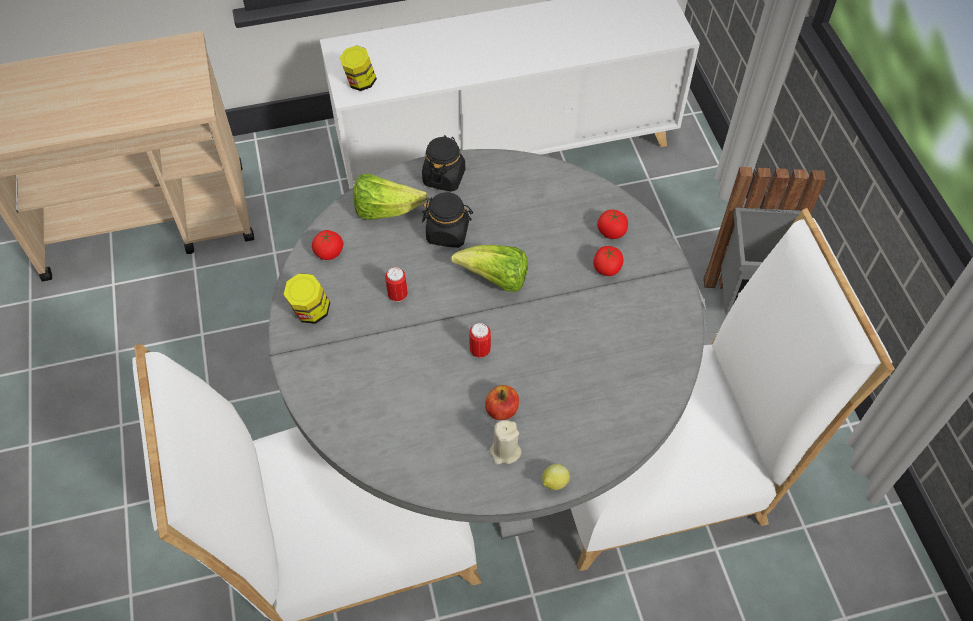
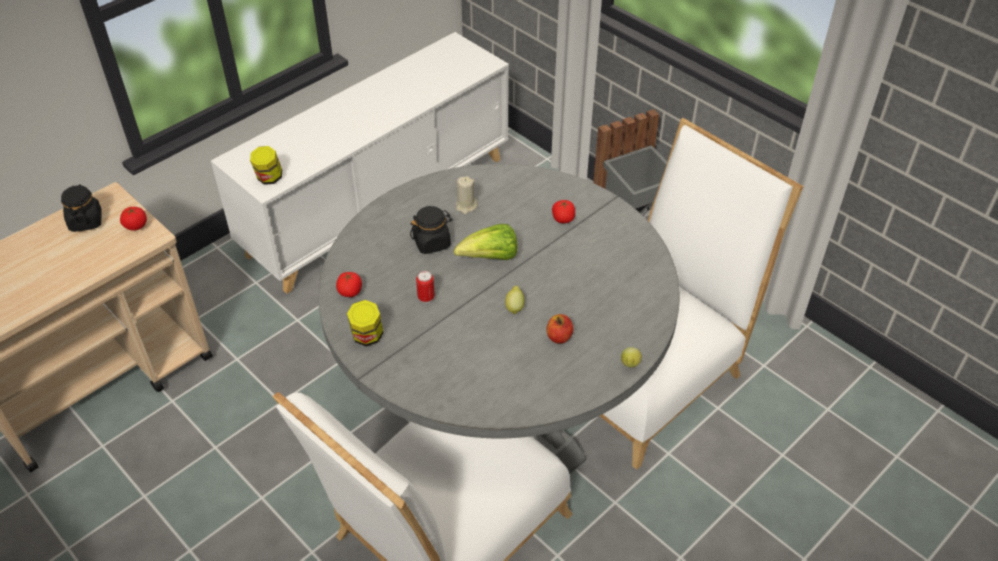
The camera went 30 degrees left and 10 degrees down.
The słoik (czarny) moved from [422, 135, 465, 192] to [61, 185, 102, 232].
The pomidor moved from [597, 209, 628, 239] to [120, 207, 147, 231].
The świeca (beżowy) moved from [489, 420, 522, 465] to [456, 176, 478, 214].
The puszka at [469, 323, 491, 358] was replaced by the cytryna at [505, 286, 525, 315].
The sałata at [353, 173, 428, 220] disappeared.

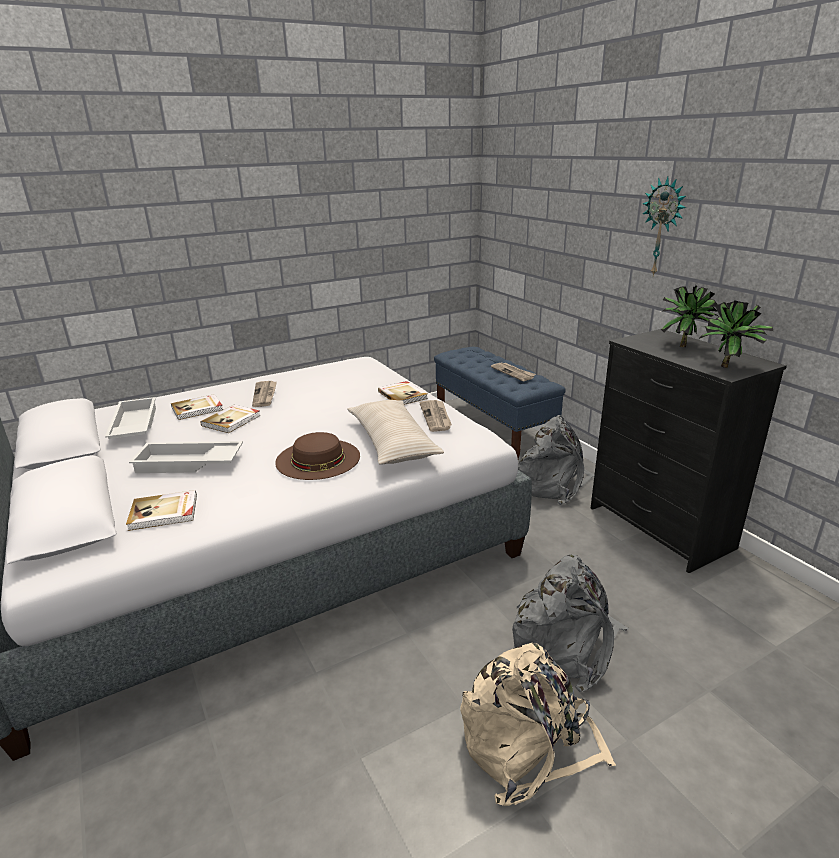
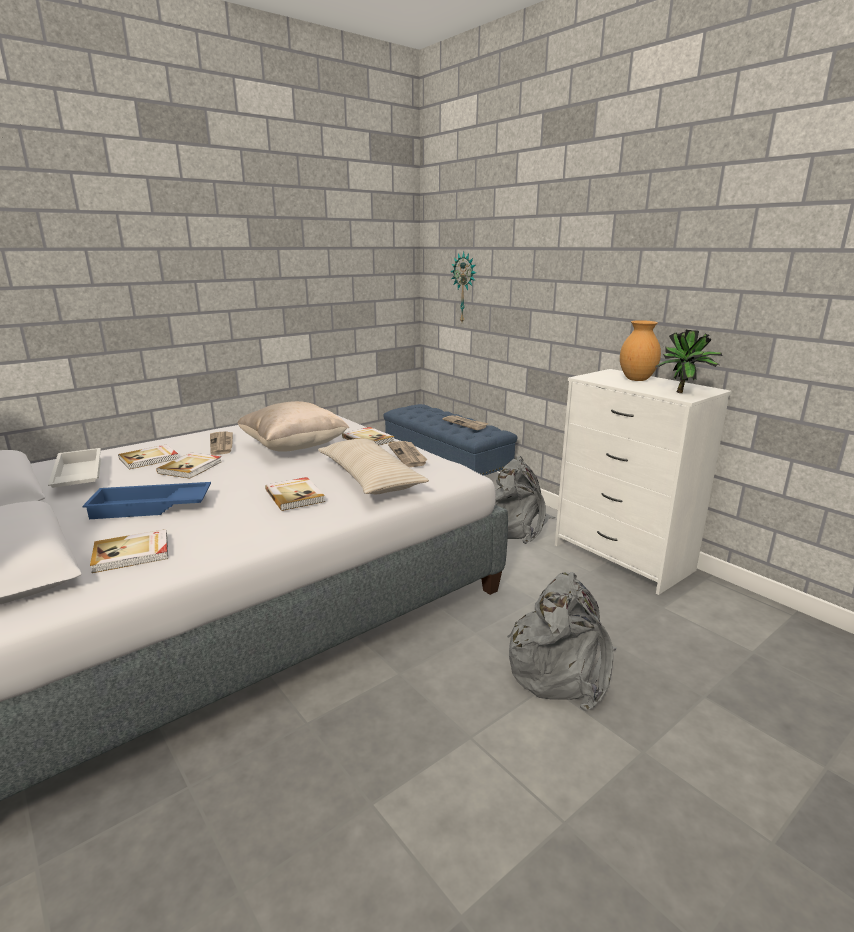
The camera went 10 degrees left and 5 degrees down.
The taca (biały) at [129, 441, 243, 473] became the taca (niebieski) at [82, 482, 211, 519].
The poduszka (beżowy) at [237, 401, 349, 452] appeared.
The kapelusz (brązowy) at [275, 432, 360, 480] was replaced by the książka at [265, 477, 325, 511].
The zegar ścienny moved from [642, 177, 686, 277] to [450, 252, 476, 322].
The komoda (czarny) at [591, 329, 787, 573] became the komoda (biały) at [555, 369, 732, 595].
The roślina doniczkowa at [661, 285, 718, 347] was replaced by the wazon (brązowy) at [620, 320, 661, 381].
The plecak (beżowy) at [460, 643, 616, 806] disappeared.

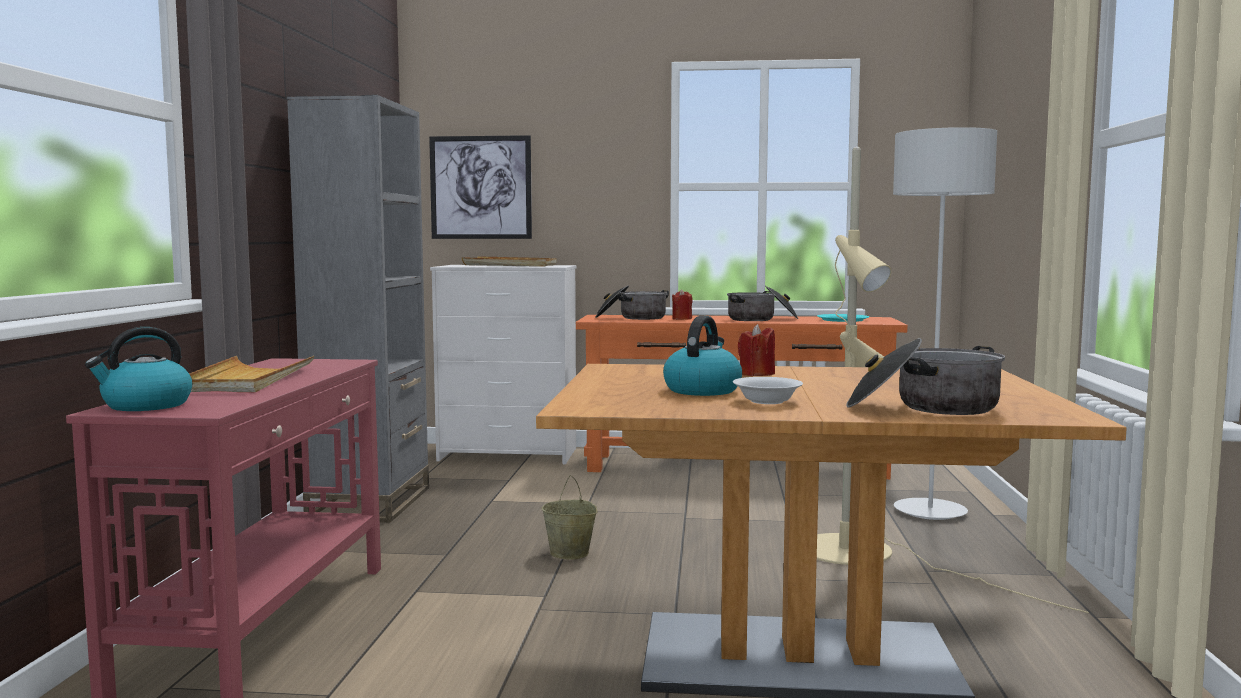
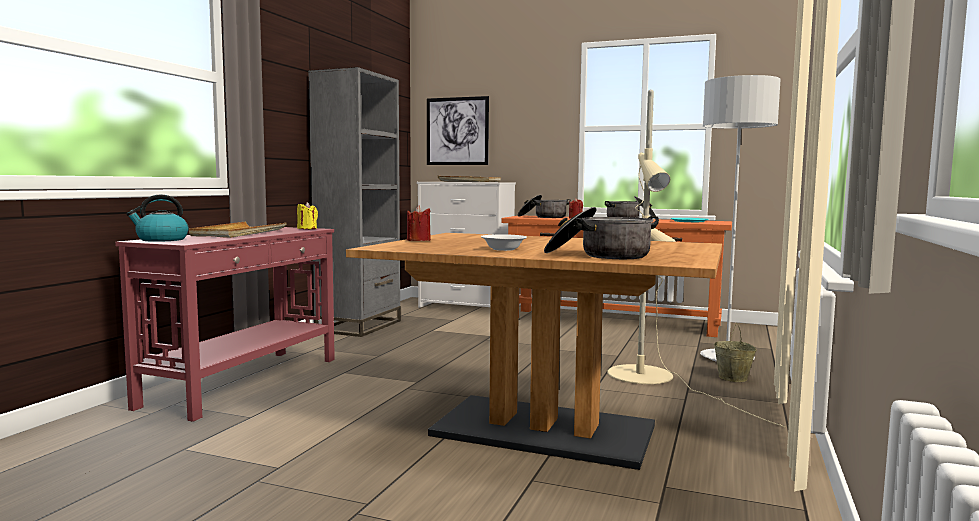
The camera went 15 degrees right and 0 degrees up.
The świeca (żółty) at [297, 202, 318, 229] appeared.
The świeca (czerwony) moved from [738, 324, 775, 376] to [407, 205, 431, 241].
The wiadro (beżowy) moved from [541, 475, 598, 560] to [714, 323, 757, 382].
The czajnik at [663, 316, 742, 396] disappeared.

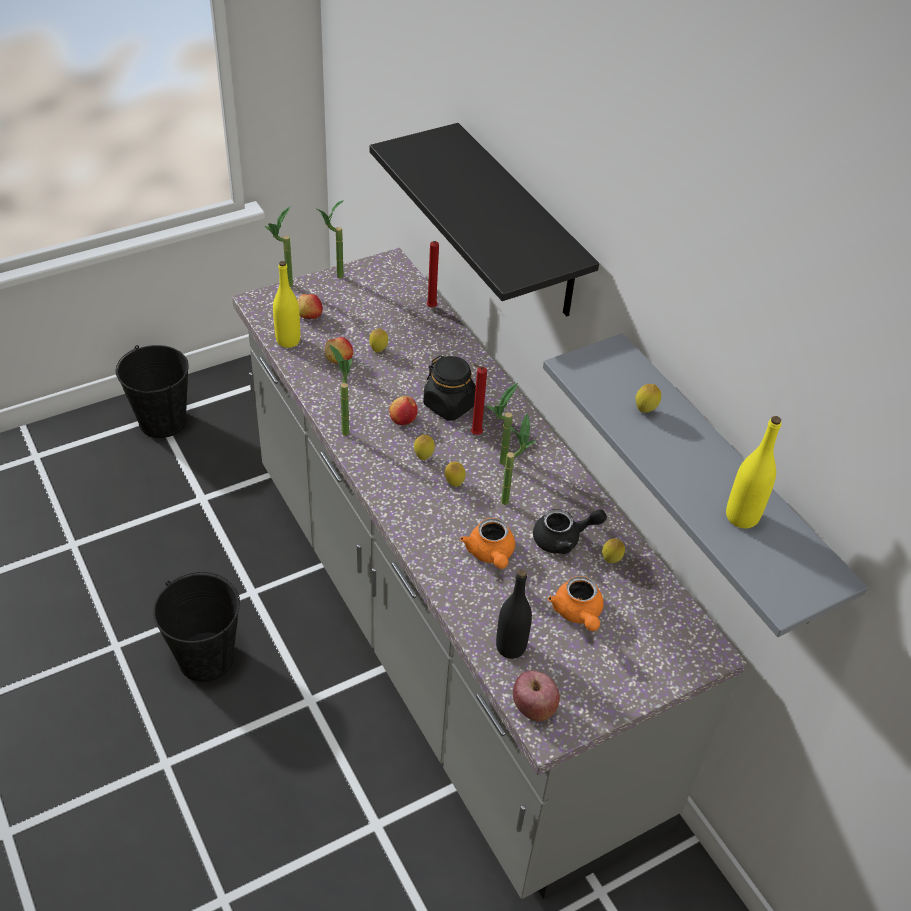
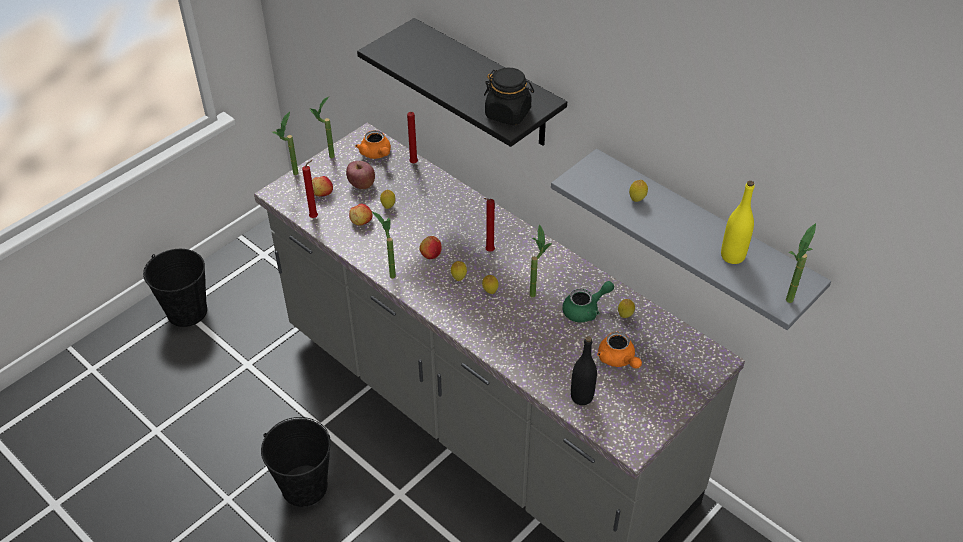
The camera went 15 degrees left and 0 degrees up.
The butelka (żółty) at [273, 261, 300, 348] was replaced by the świeca (czerwony) at [302, 160, 318, 218].
The jabłko moved from [513, 671, 560, 721] to [346, 161, 375, 189].
The imbryk (pomarańczowy) moved from [460, 518, 515, 569] to [355, 130, 391, 159].
The słoik (czarny) moved from [423, 355, 476, 421] to [484, 68, 534, 125].
The imbryk (czarny) at [533, 509, 607, 554] became the imbryk (zielony) at [562, 281, 614, 322].
The roślina doniczkowa moved from [487, 383, 518, 465] to [786, 223, 816, 303].

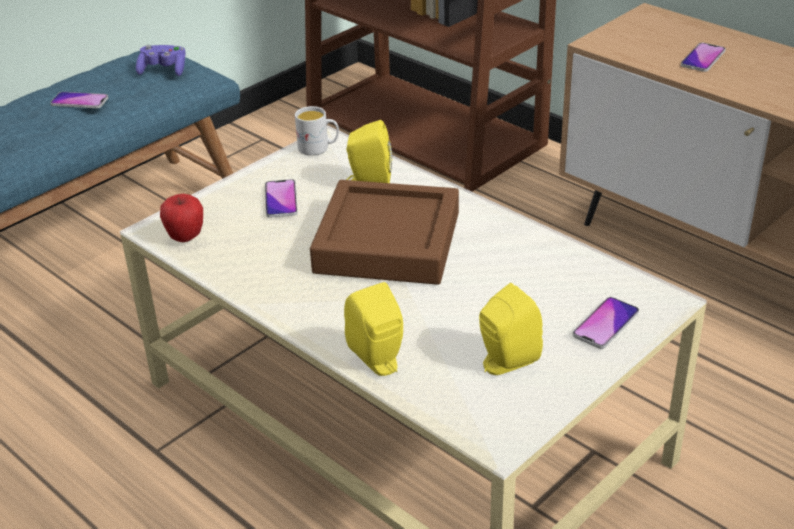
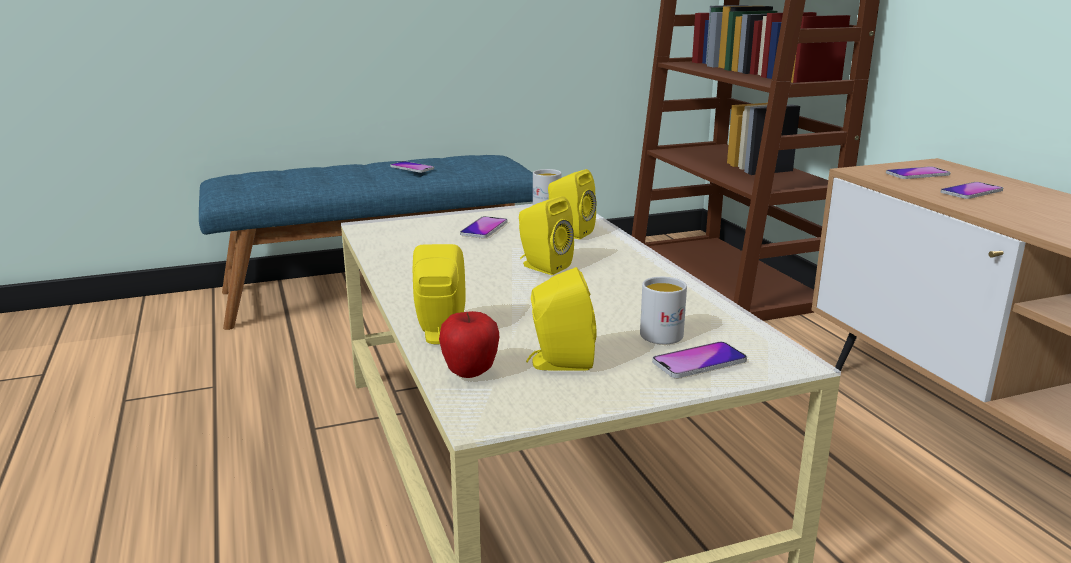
The camera went 25 degrees right and 15 degrees down.
The jabłko moved from [160, 194, 203, 242] to [439, 311, 499, 378].
The taca (brązowy) at [310, 180, 459, 285] was replaced by the głośnik (żółty) at [519, 196, 574, 275].
The kubek (biały) at [640, 277, 687, 344] appeared.
The telefon at [886, 166, 951, 179] appeared.
The pad do gier (fioletowy) at [136, 45, 186, 76] disappeared.

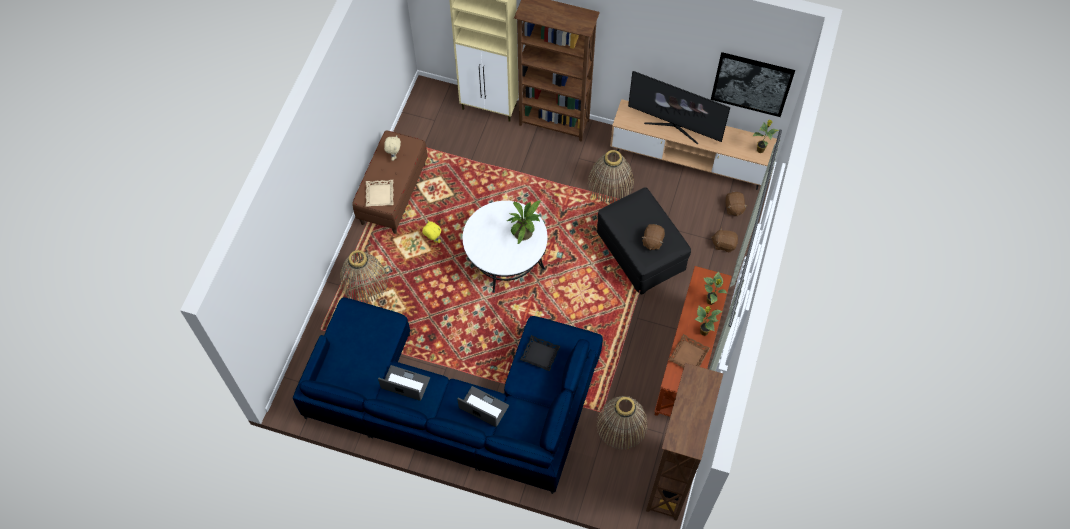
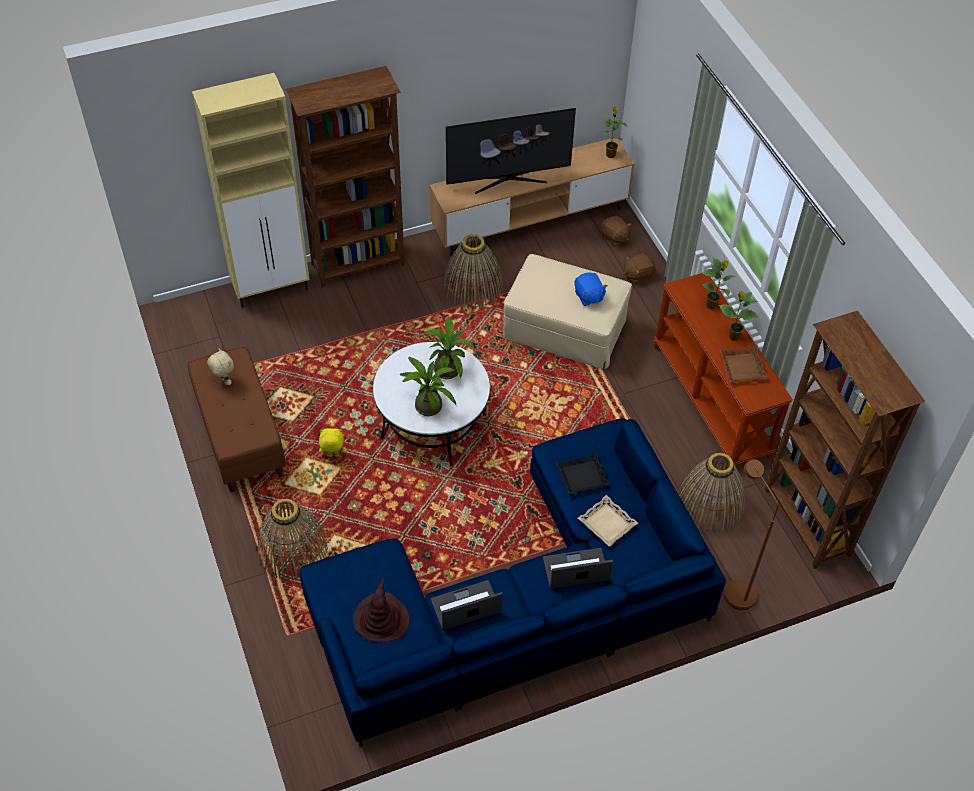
The camera went 40 degrees left and 10 degrees down.
The kapelusz (brązowy) at [353, 578, 410, 642] appeared.
The roślina doniczkowa at [400, 357, 456, 416] appeared.
The pufa (czarny) at [597, 187, 691, 294] became the pufa (beżowy) at [503, 254, 632, 369].
The pluszak (brązowy) at [642, 224, 665, 250] became the pluszak (niebieski) at [574, 273, 607, 306].
The taca (beżowy) moved from [366, 180, 394, 207] to [578, 495, 638, 547].
The lampa stojąca (brązowy) at [724, 459, 779, 610] appeared.
The obraz at [711, 52, 795, 117] disappeared.

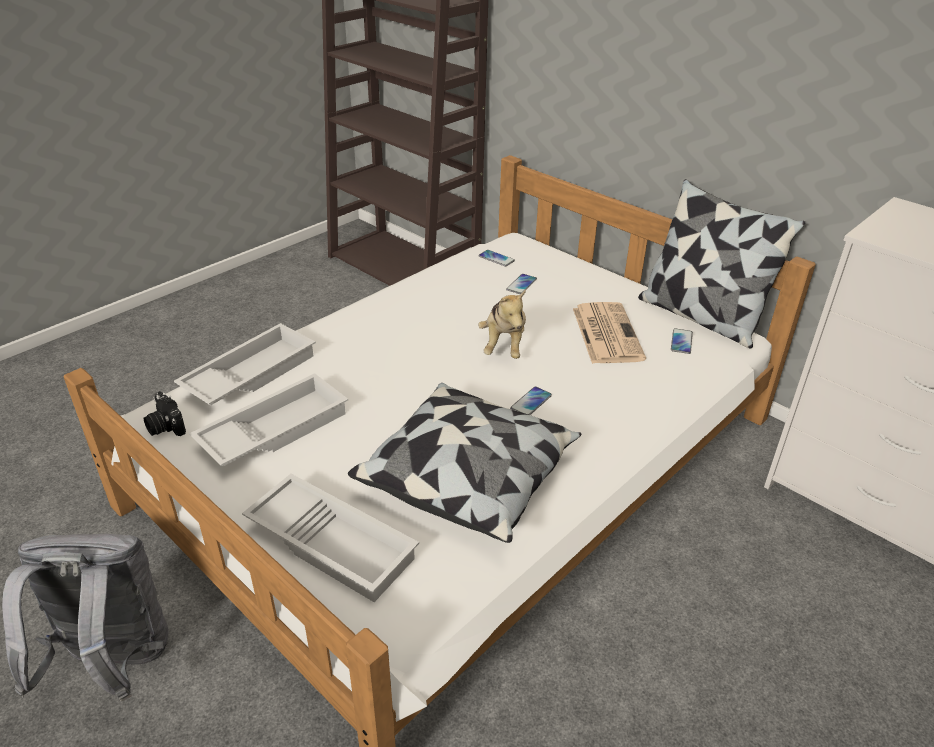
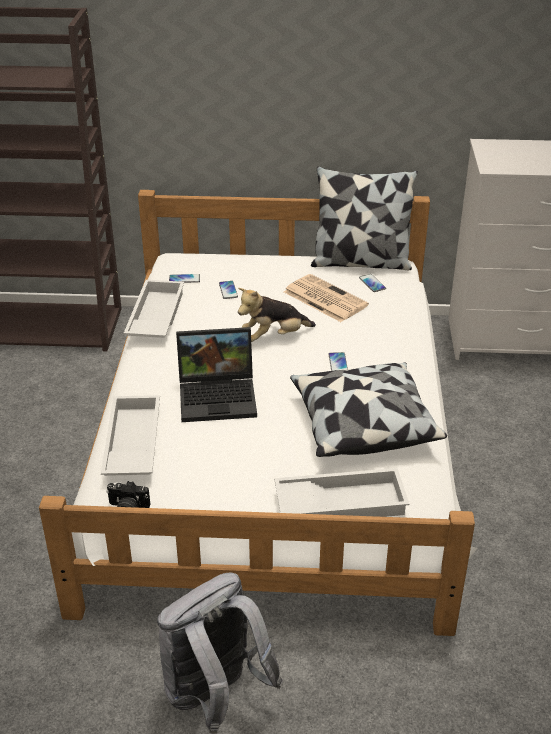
The camera went 40 degrees left and 0 degrees up.
The taca (biały) moved from [189, 373, 348, 466] to [124, 280, 184, 338].
The laptop at [176, 327, 257, 422] appeared.
The pluszak at [478, 289, 526, 359] turned 105 degrees clockwise.

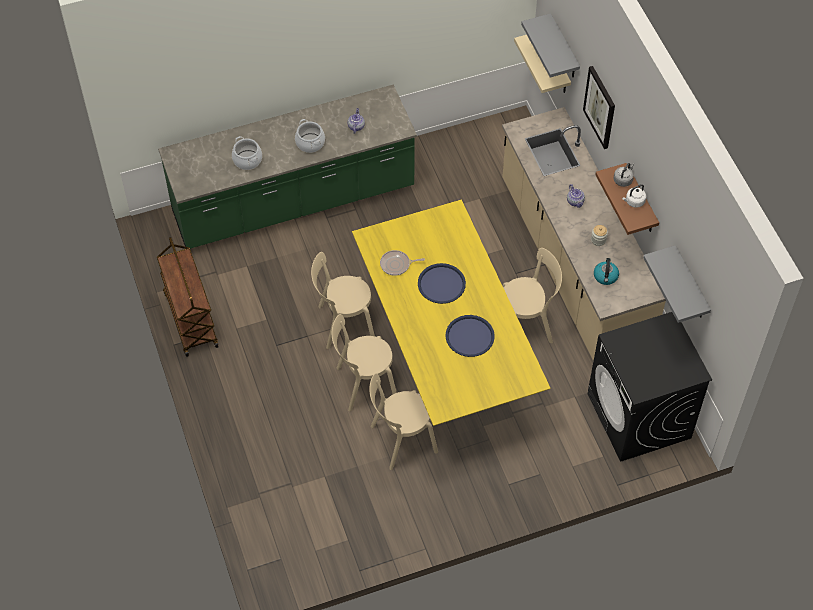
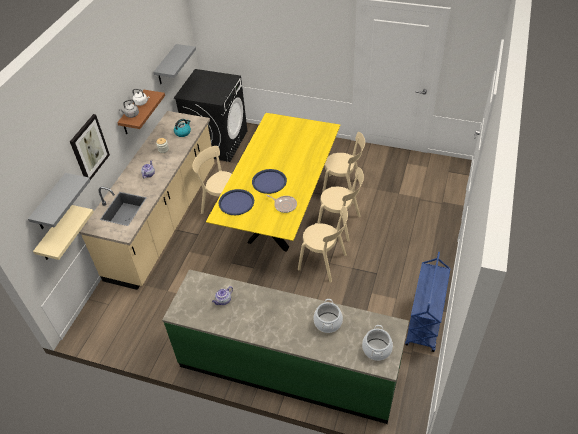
The camera went 140 degrees left and 10 degrees down.
The taca (niebieski) moved from [445, 315, 495, 357] to [219, 189, 254, 215].
The garnek moved from [295, 119, 325, 153] to [362, 325, 393, 361].
The wózek (brązowy) at [157, 237, 218, 357] became the wózek (niebieski) at [405, 252, 450, 352].

